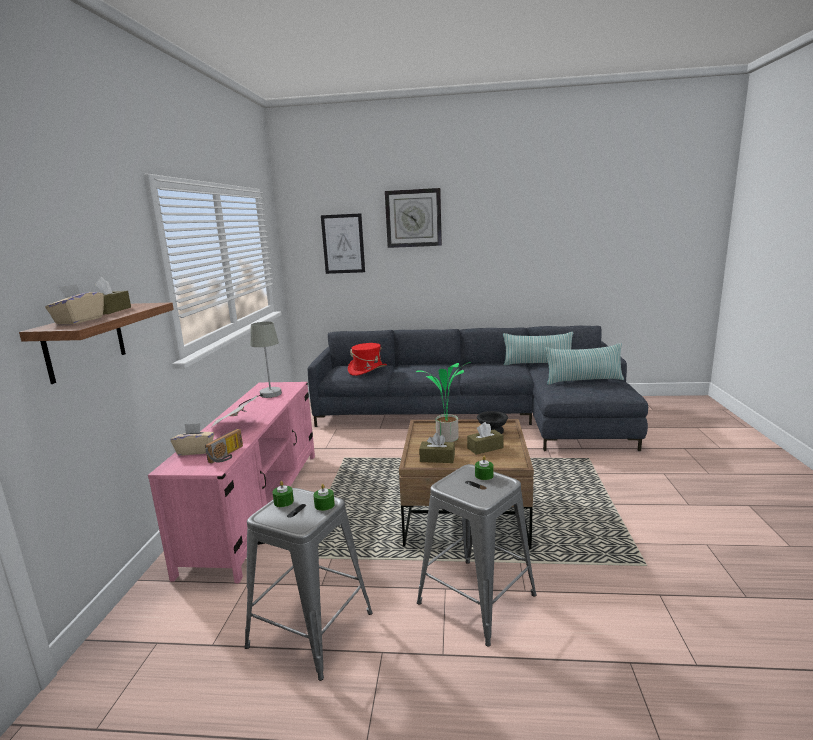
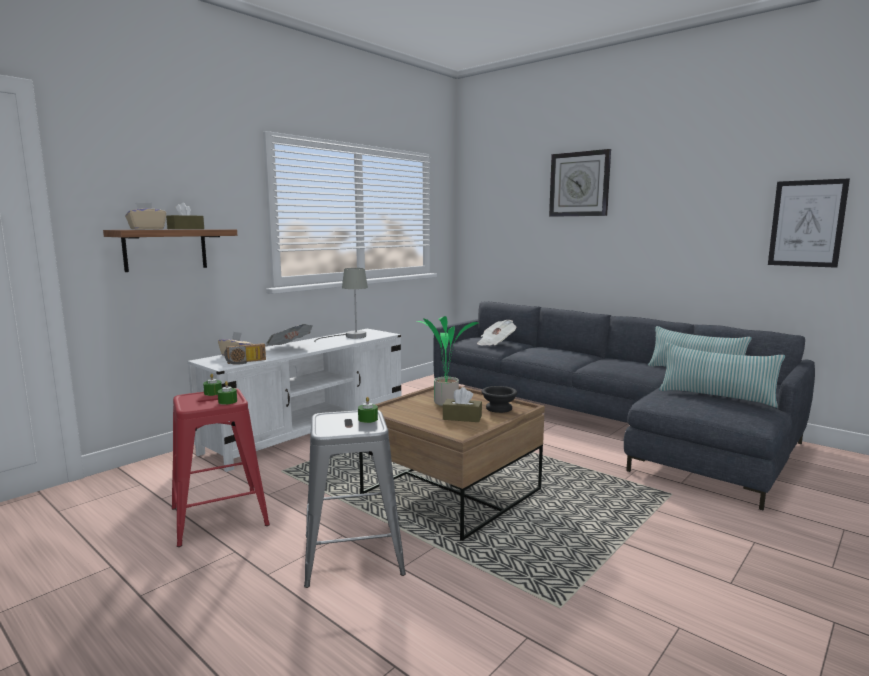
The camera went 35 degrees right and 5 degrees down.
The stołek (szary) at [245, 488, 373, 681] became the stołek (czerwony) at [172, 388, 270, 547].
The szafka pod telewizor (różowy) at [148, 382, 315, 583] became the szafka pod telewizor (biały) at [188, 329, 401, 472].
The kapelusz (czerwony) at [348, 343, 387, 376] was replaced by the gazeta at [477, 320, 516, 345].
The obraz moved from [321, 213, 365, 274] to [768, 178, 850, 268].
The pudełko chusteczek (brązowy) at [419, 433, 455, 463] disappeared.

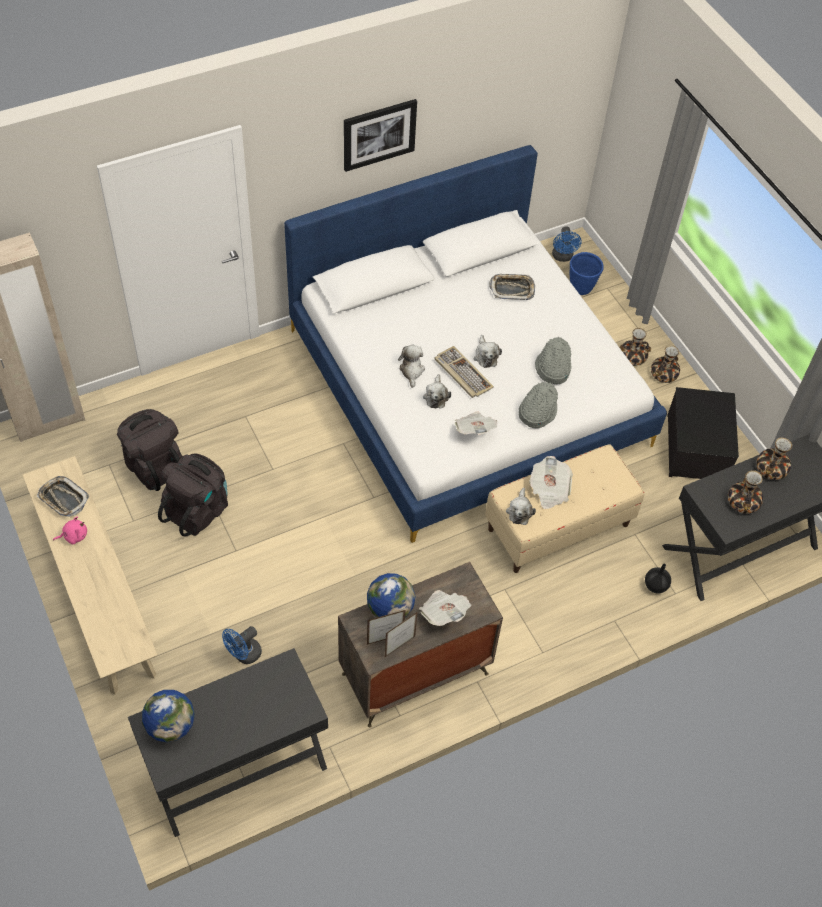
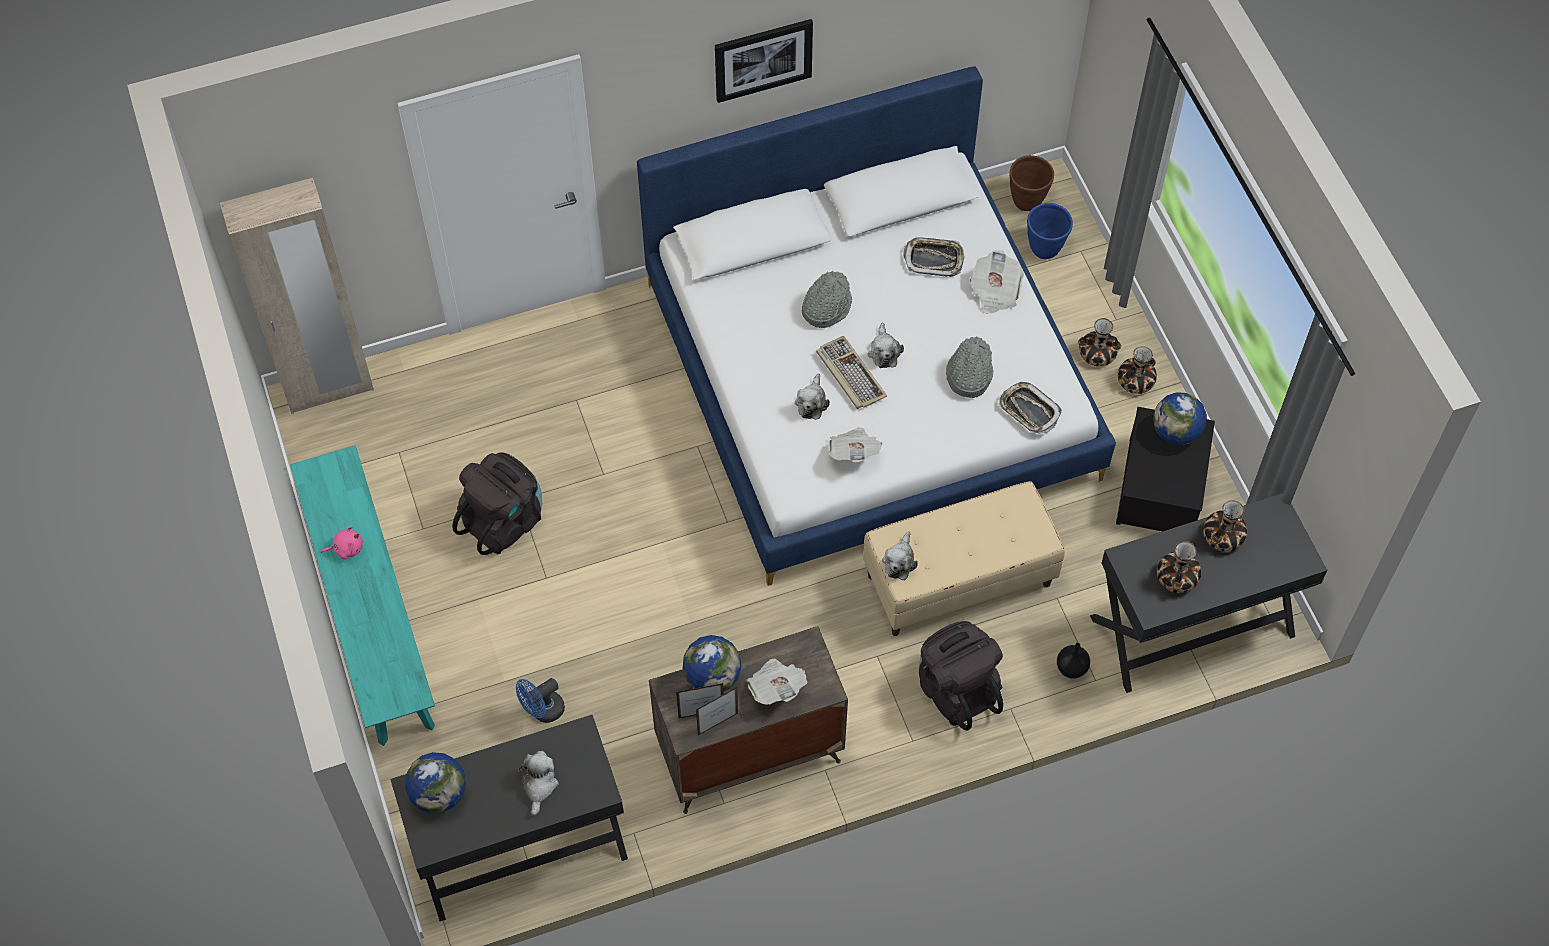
The camera went 10 degrees right and 5 degrees up.
The ławka (beżowy) at [23, 456, 158, 695] became the ławka (turkusowy) at [290, 445, 435, 746].
The pluszak moved from [398, 344, 425, 388] to [518, 751, 559, 816].
The kapelusz (szary) moved from [519, 382, 558, 428] to [802, 271, 852, 328].
The plecak (czarny) moved from [117, 409, 183, 491] to [919, 621, 1003, 730].
The gazeta moved from [529, 456, 573, 509] to [970, 250, 1024, 314].
The taca moved from [37, 476, 90, 517] to [999, 382, 1062, 434].
The wentylator (niebieski) at [552, 226, 582, 262] was replaced by the donica (brązowy) at [1010, 155, 1054, 211].
The globus at [1153, 392, 1207, 445] appeared.

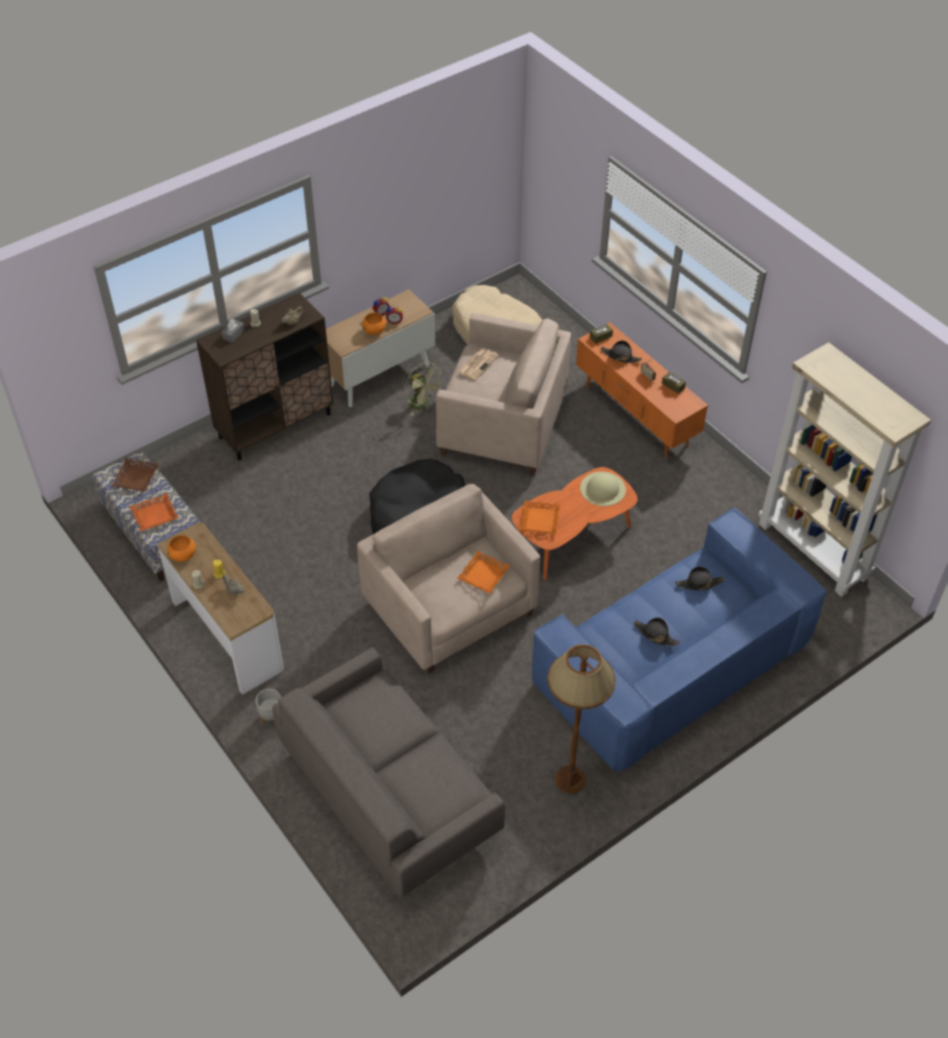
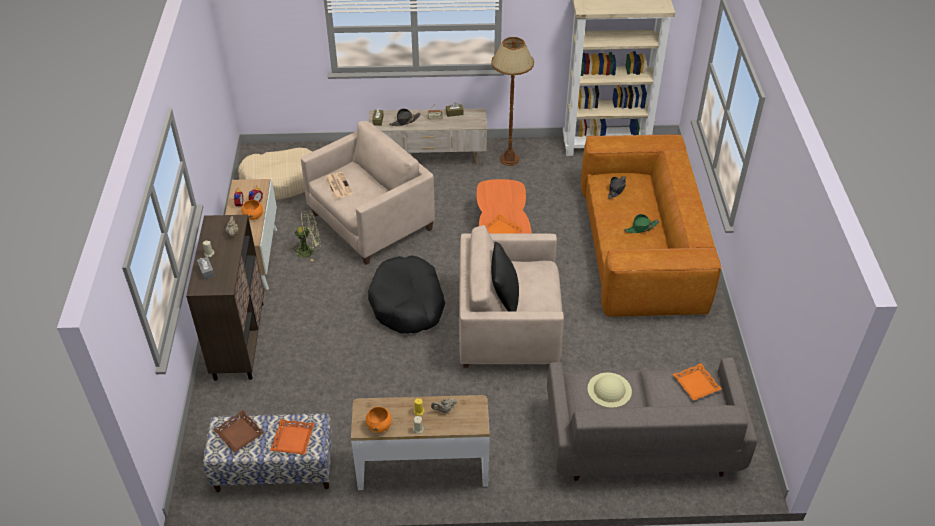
The camera went 55 degrees left and 5 degrees down.
The szafka pod telewizor (pomarańczowy) at [576, 322, 709, 458] became the szafka pod telewizor (beżowy) at [369, 108, 487, 165].
The lampa stojąca (brązowy) moved from [547, 644, 616, 794] to [491, 37, 534, 166].
The poduszka (czarny) at [491, 242, 519, 311] appeared.
The kanapa (niebieski) at [532, 508, 827, 773] became the kanapa (brązowy) at [581, 135, 721, 317].
The kapelusz (beżowy) moved from [580, 472, 626, 506] to [587, 372, 632, 408].
The kapelusz (czarny) at [633, 618, 679, 646] became the kapelusz (zielony) at [624, 214, 659, 233].
The taca (pomarańczowy) moved from [457, 551, 510, 594] to [673, 363, 722, 401].
The donica (szary) at [256, 689, 281, 725] disappeared.

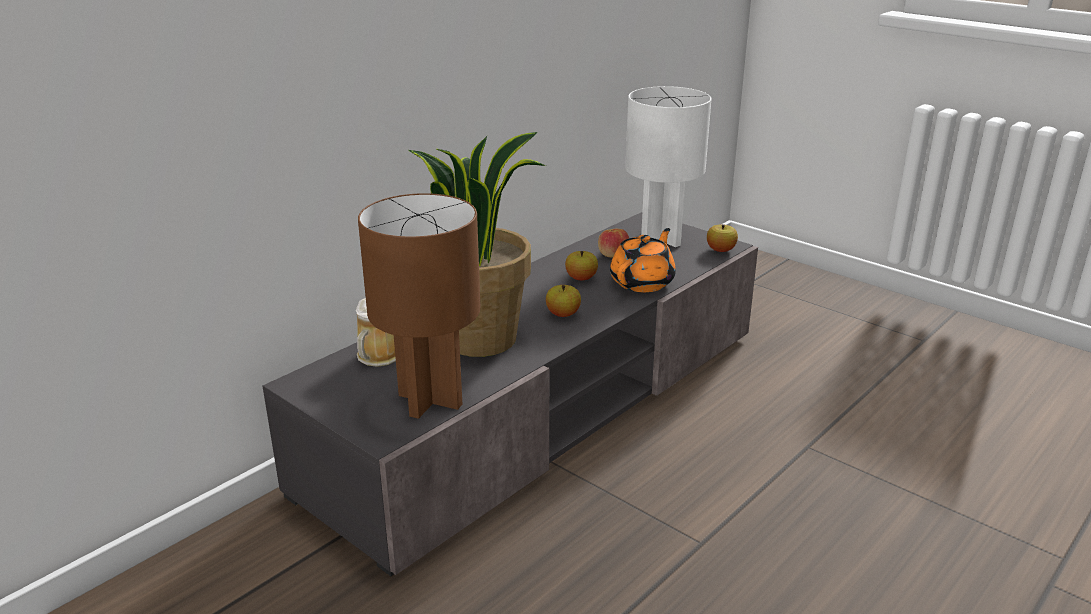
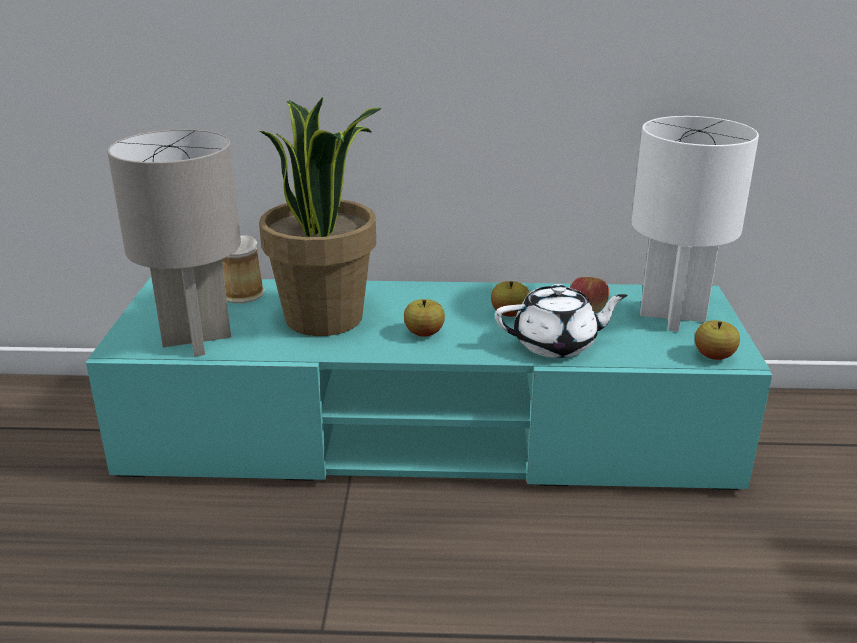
The camera went 50 degrees right and 0 degrees up.
The szafka pod telewizor (szary) at [263, 212, 758, 576] became the szafka pod telewizor (turkusowy) at [86, 277, 772, 490].
The lampa stołowa (brązowy) at [358, 193, 480, 419] became the lampa stołowa (szary) at [107, 129, 241, 356].
The imbryk (pomarańczowy) at [610, 228, 676, 292] became the imbryk (biały) at [495, 284, 628, 358].

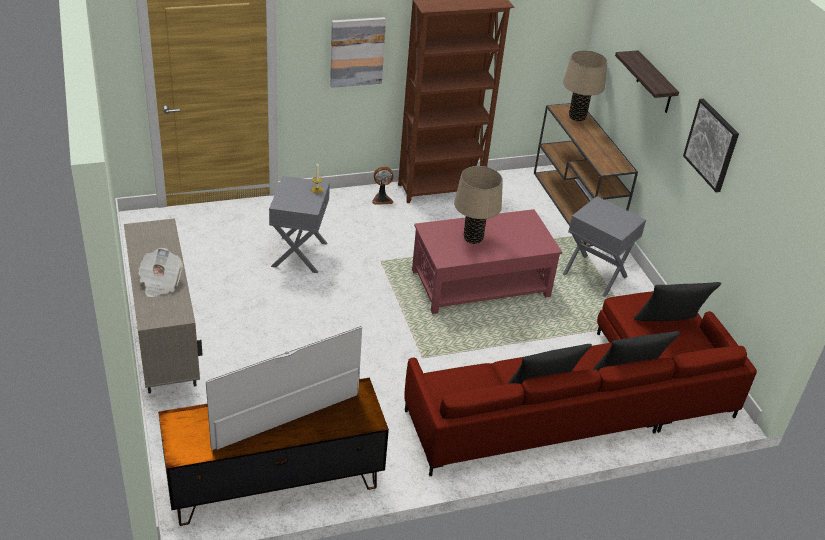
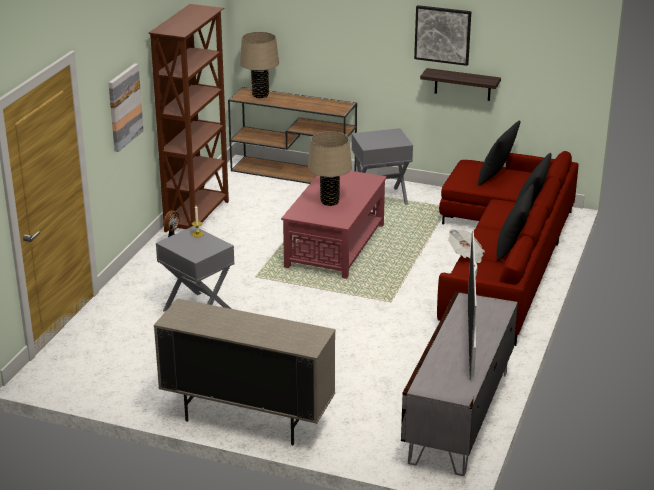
The camera went 50 degrees left and 10 degrees down.
The szafka pod telewizor (brązowy) at [158, 377, 389, 526] became the szafka pod telewizor (szary) at [401, 291, 518, 476].
The półka moved from [615, 50, 679, 113] to [420, 68, 501, 101].
The gazeta moved from [138, 248, 183, 297] to [448, 229, 485, 263].

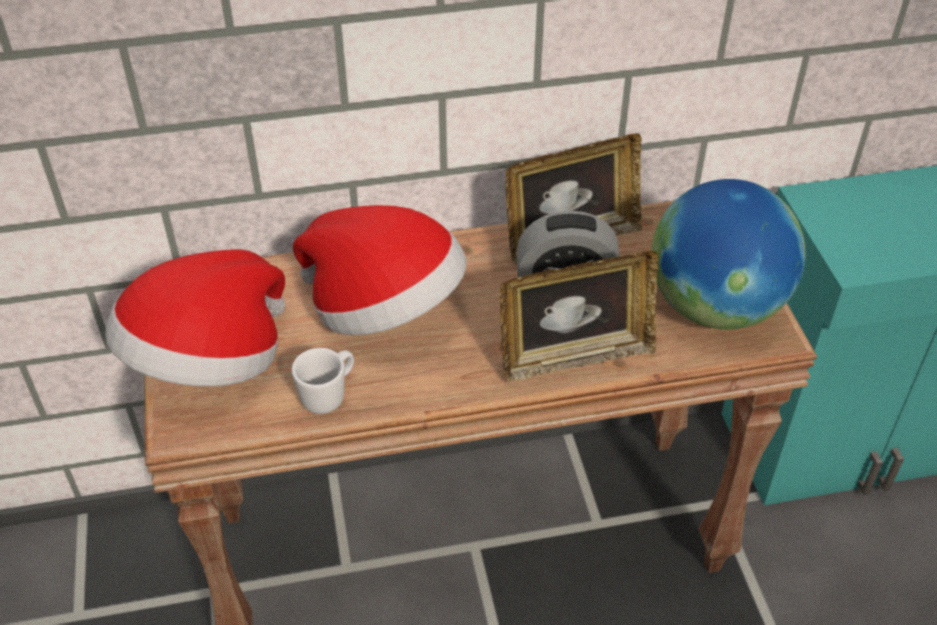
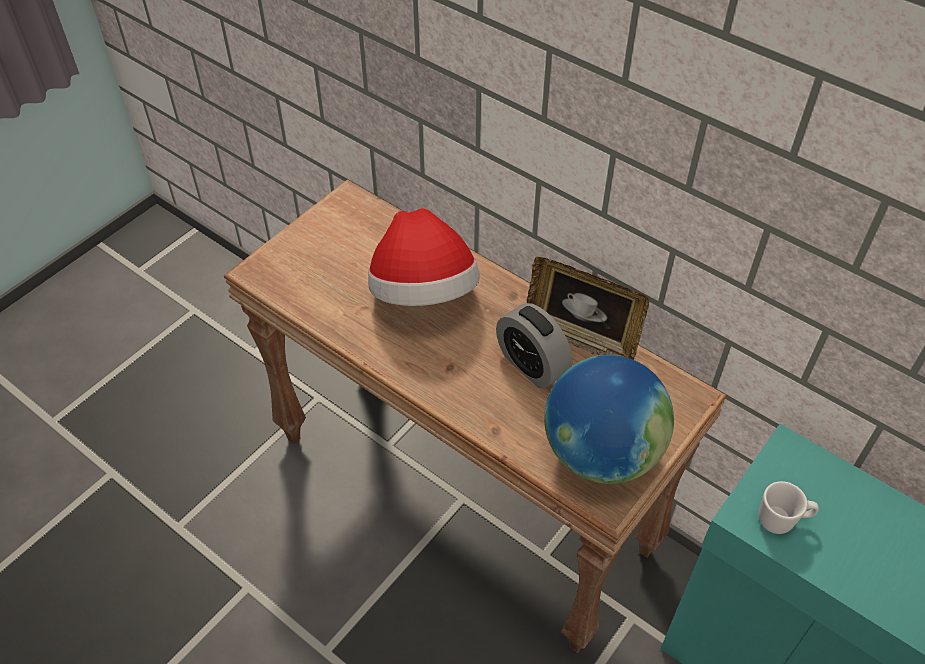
The camera went 50 degrees right and 5 degrees up.
The kubek (biały) moved from [292, 348, 354, 414] to [759, 481, 819, 534].
The kapelusz at [105, 249, 285, 387] disappeared.
The ramka na zdjęcie at [500, 251, 659, 382] disappeared.

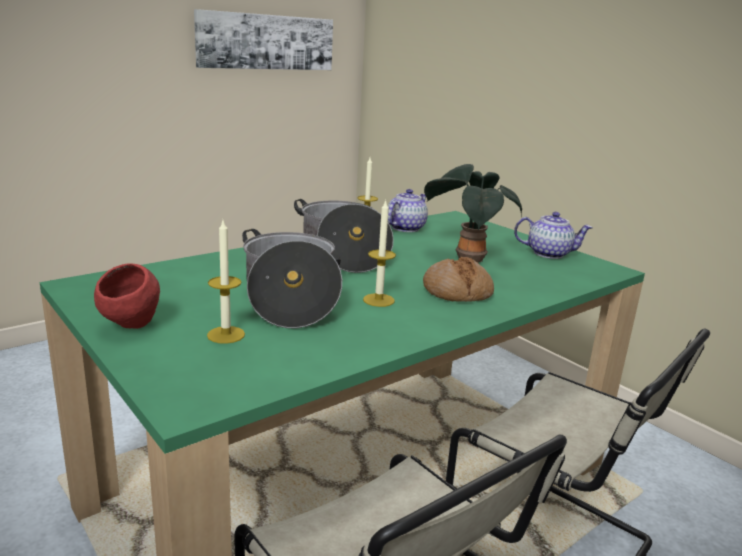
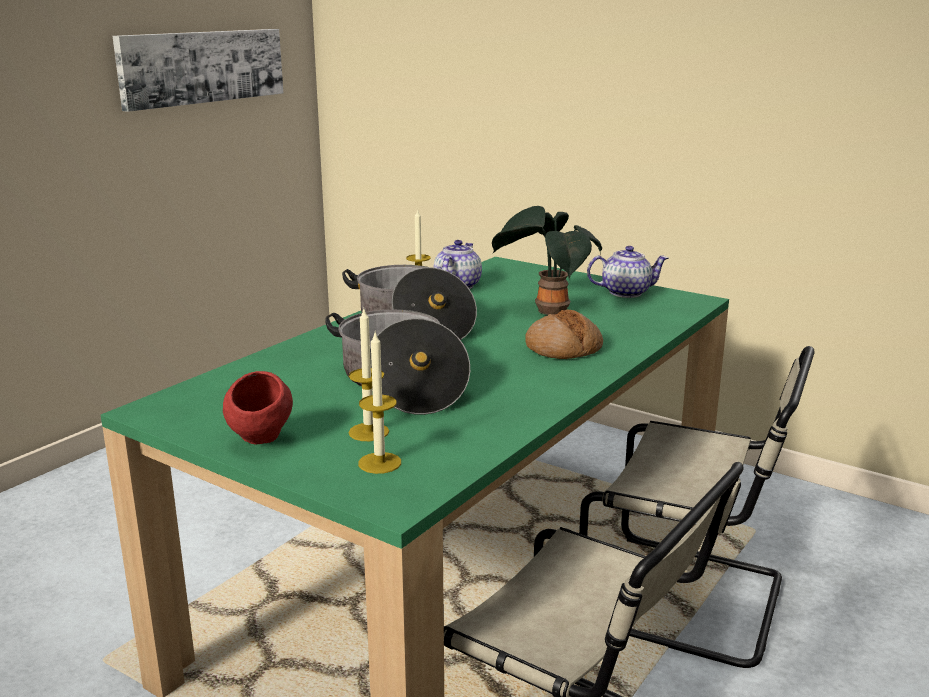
The camera went 15 degrees left and 0 degrees up.
The świeca moved from [363, 200, 396, 307] to [358, 333, 401, 474].

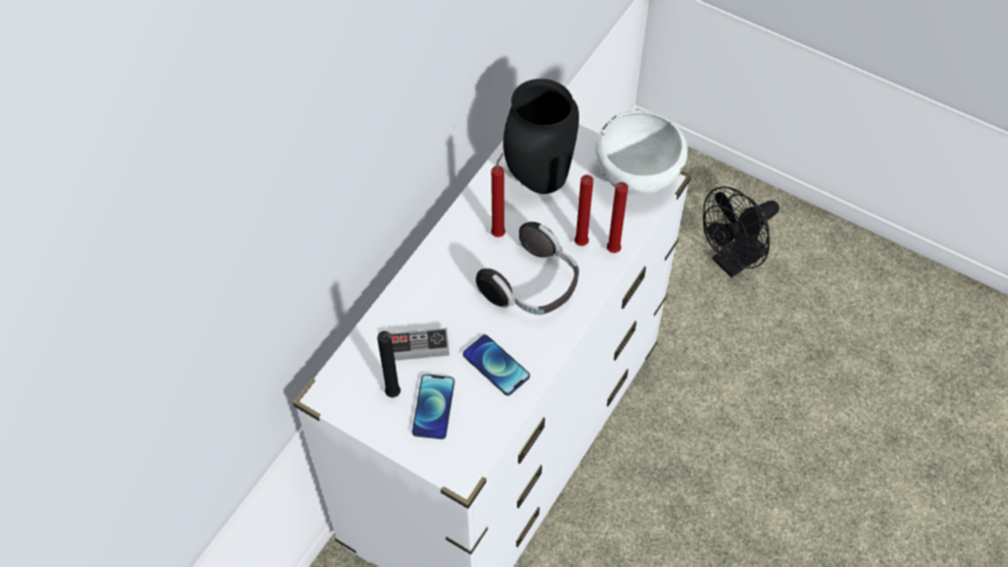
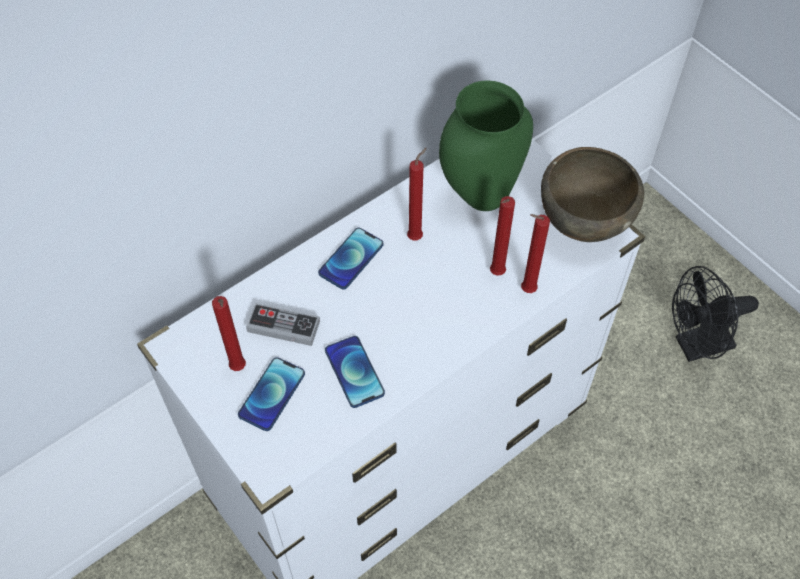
The camera went 20 degrees right and 0 degrees up.
The świeca (czarny) at [377, 331, 401, 398] became the świeca (czerwony) at [212, 296, 246, 371].
The telefon at [318, 228, 383, 290] appeared.
The wazon (czarny) at [503, 79, 579, 194] became the wazon (zielony) at [439, 80, 533, 211].
The miska (biały) at [595, 111, 688, 195] became the miska (brązowy) at [541, 147, 644, 242].
The słuchawki at [476, 222, 579, 315] disappeared.

